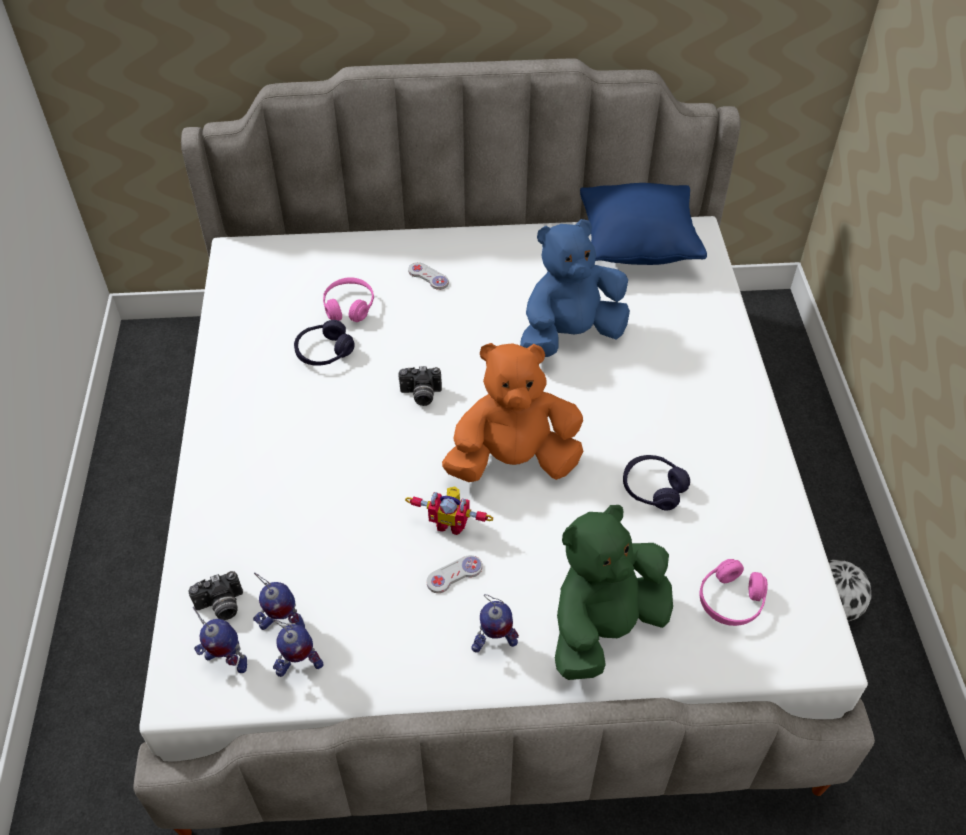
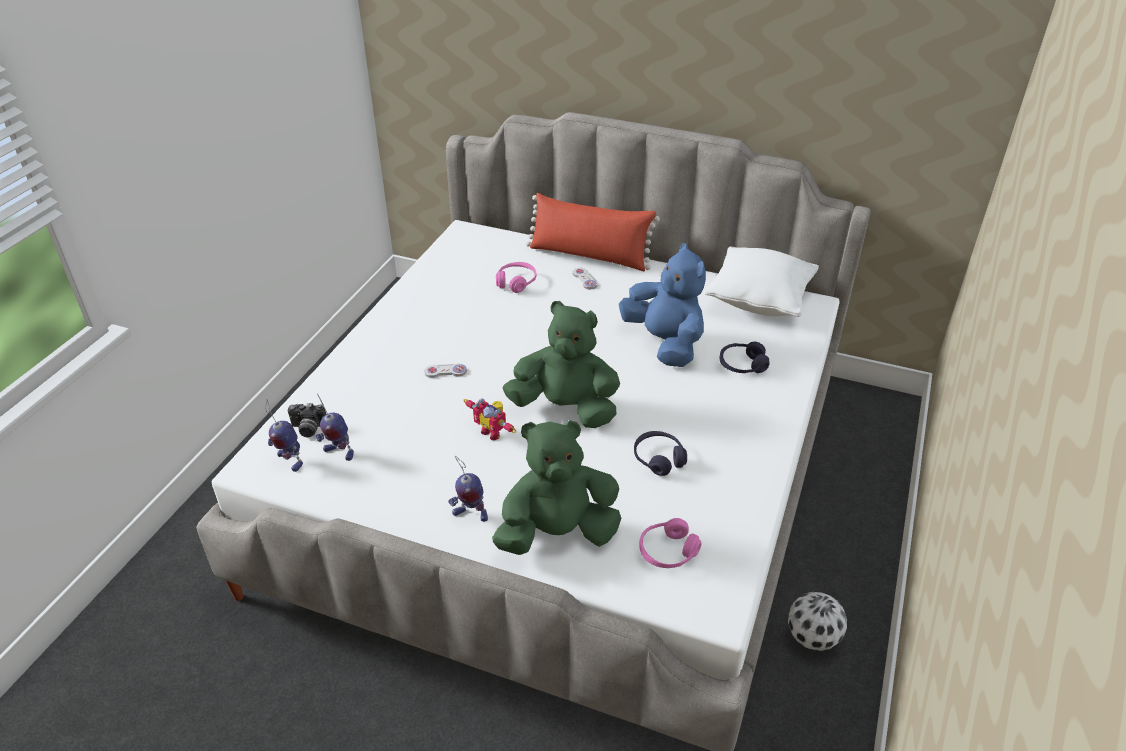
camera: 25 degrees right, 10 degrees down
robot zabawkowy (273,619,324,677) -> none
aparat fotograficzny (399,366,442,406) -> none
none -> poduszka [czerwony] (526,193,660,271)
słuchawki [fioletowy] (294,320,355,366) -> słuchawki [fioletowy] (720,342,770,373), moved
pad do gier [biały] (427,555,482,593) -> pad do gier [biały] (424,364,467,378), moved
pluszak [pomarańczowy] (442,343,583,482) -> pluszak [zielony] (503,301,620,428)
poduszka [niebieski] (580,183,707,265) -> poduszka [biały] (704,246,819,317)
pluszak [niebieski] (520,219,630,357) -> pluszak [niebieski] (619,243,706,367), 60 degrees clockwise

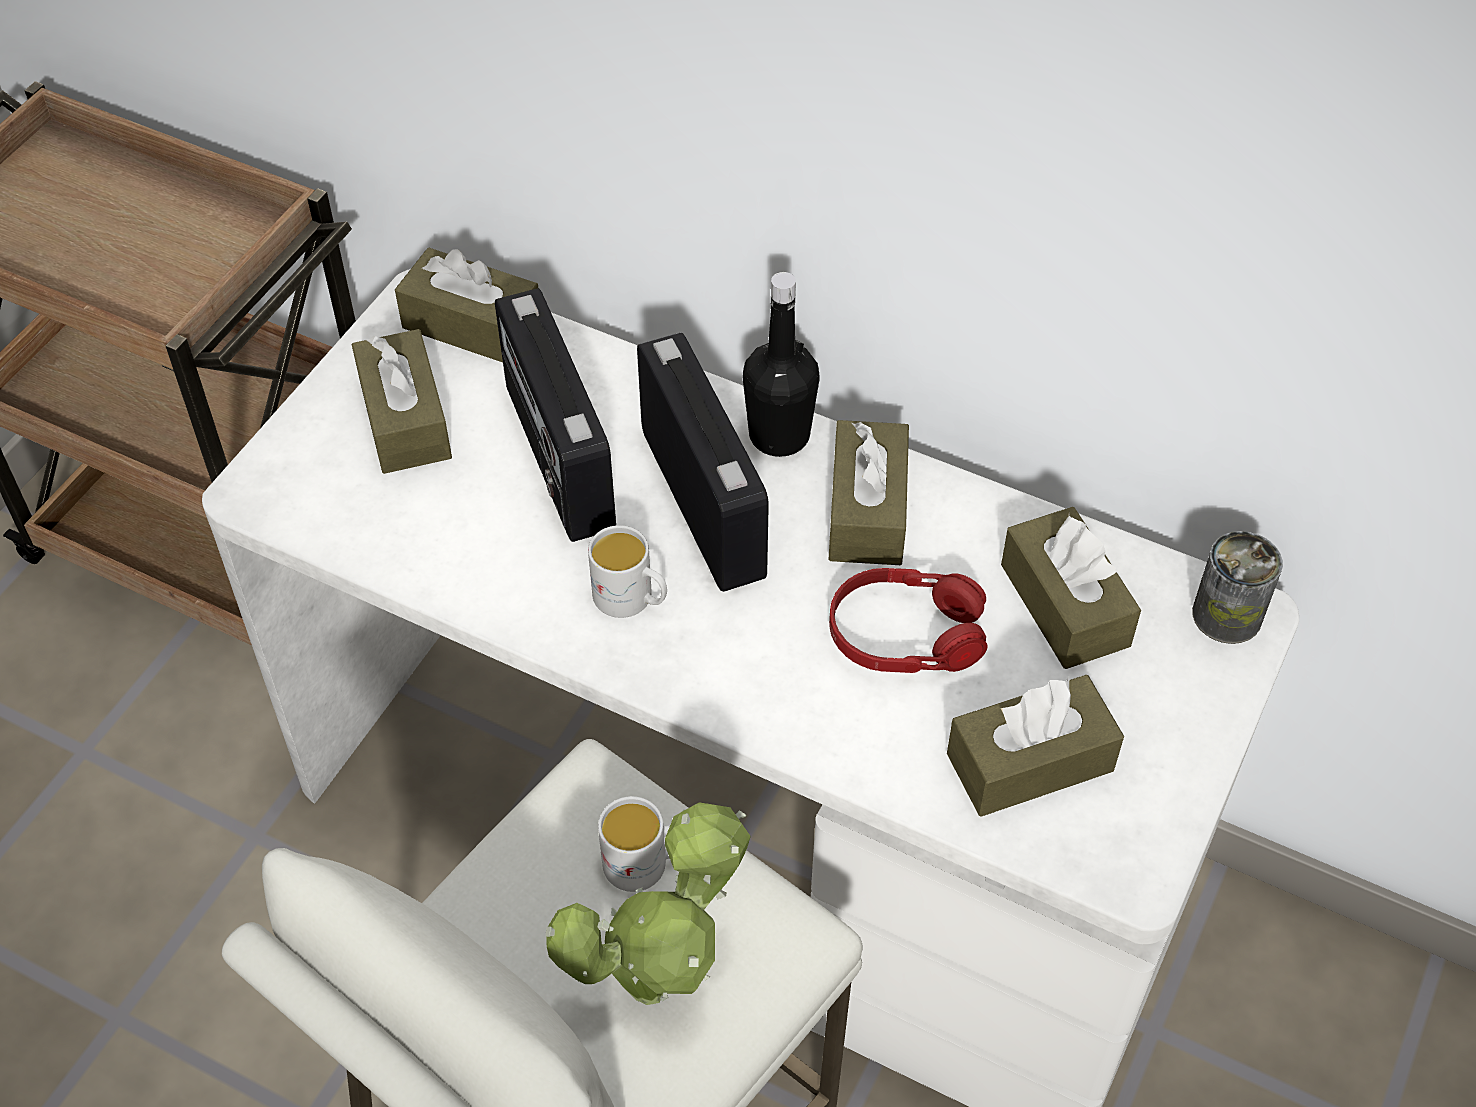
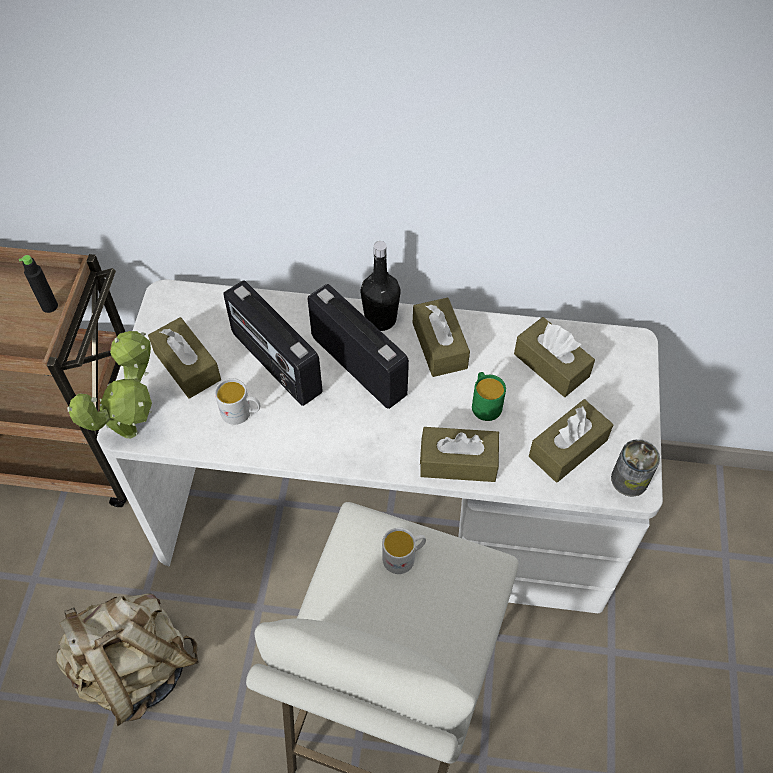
camera: 20 degrees left, 5 degrees up
none -> butelka [czarny] (19,255,58,313)
none -> plecak [beżowy] (56,593,198,727)
pudełko chusteczek [brązowy] (395,248,538,363) -> pudełko chusteczek [brązowy] (420,427,499,482), moved
roślina doniczkowa (545,802,751,1005) -> roślina doniczkowa (67,331,152,439), moved
kubek [biały] (588,525,667,618) -> kubek [biały] (215,378,260,425), moved
puszka (1192,531,1283,644) -> puszka (611,439,660,497), moved
słuchawki [czerwony] (829,568,988,673) -> kubek [zielony] (472,372,506,421)

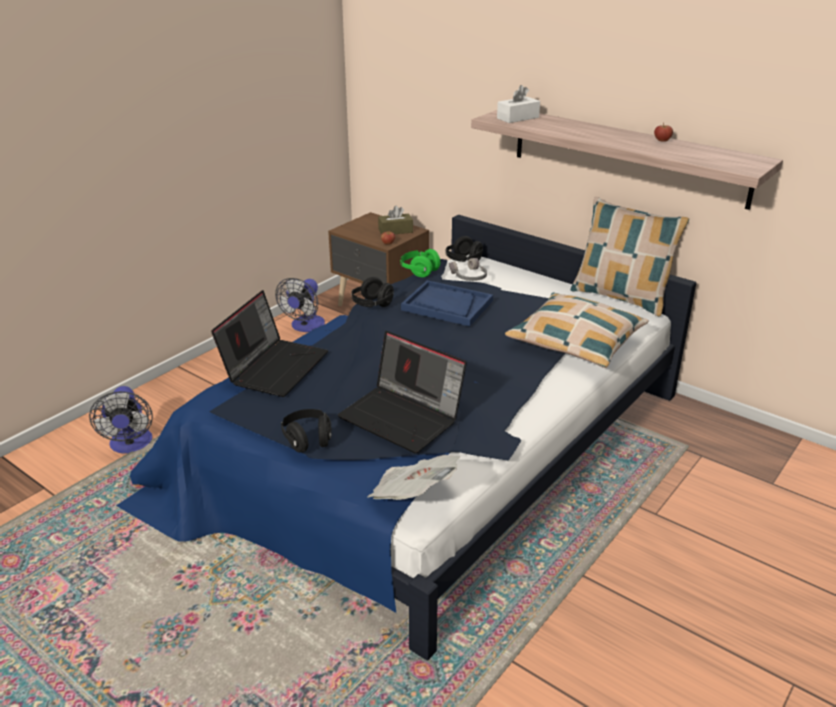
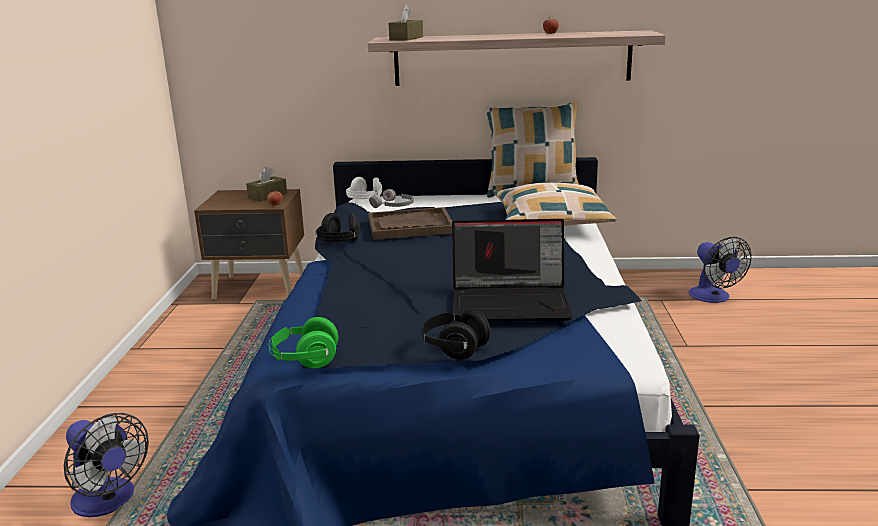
camera: 35 degrees left, 10 degrees down
laptop (211,290,328,397) -> none
gazeta (368,455,461,500) -> none
wentylator (275,278,325,332) -> wentylator (689,237,752,303), moved
słuchawki [zielony] (400,249,441,277) -> słuchawki [zielony] (269,317,339,369), moved
taca [niebieski] (401,280,493,327) -> taca [brązowy] (368,207,453,240)
słuchawki [czarny] (446,236,483,262) -> słuchawki [biały] (346,177,382,199)
pudełko chusteczek [biały] (497,85,540,123) -> pudełko chusteczek [brązowy] (389,4,423,41)

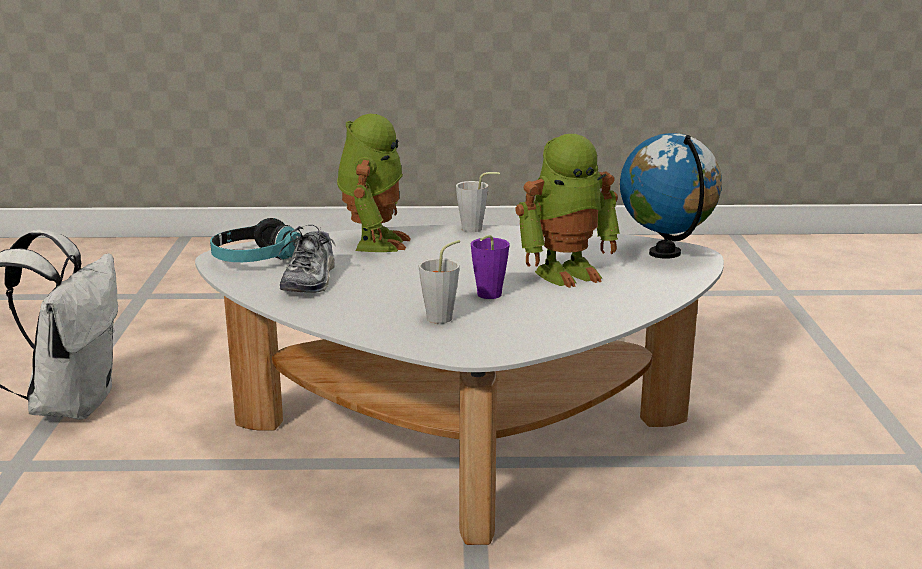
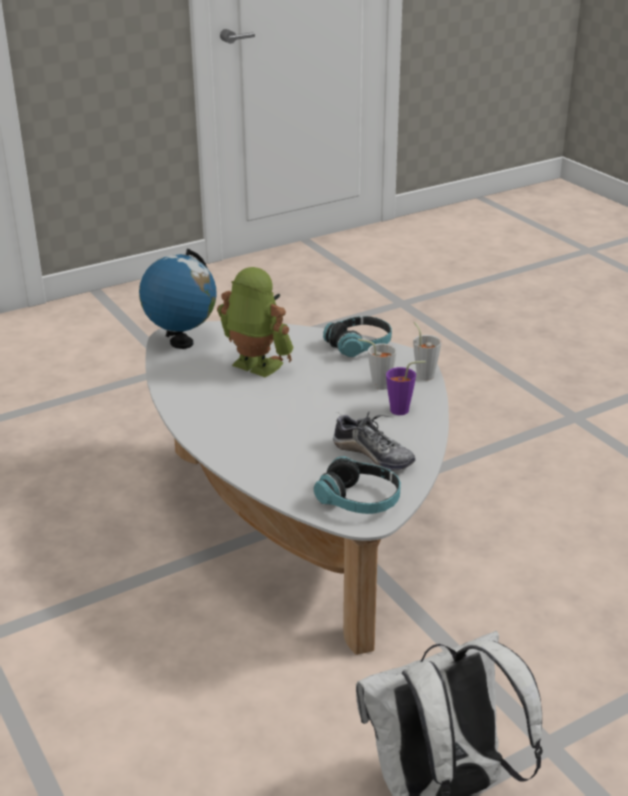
camera: 120 degrees left, 10 degrees up
robot zabawkowy (337,114,411,252) -> none
none -> słuchawki (323,316,392,357)
filiżanka [szary] (456,172,500,232) -> filiżanka [szary] (413,321,442,381), moved
filiżanka [fioletowy] (471,235,510,299) -> filiżanka [fioletowy] (386,361,426,415), moved
but (279,225,336,293) -> but (333,412,415,471), 60 degrees clockwise

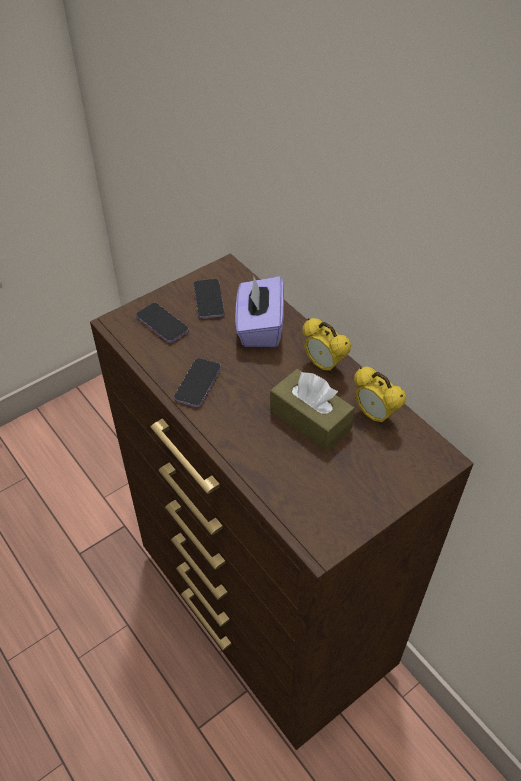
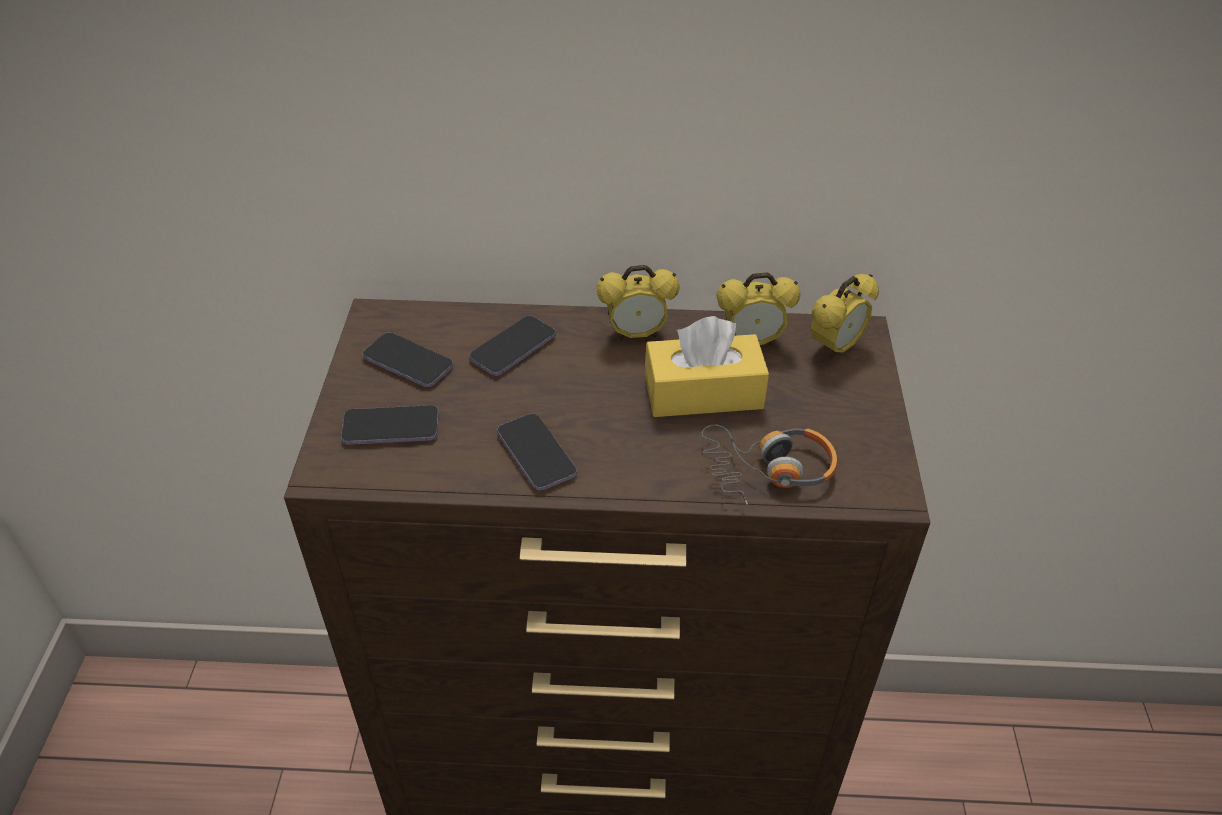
camera: 50 degrees left, 5 degrees down
none -> słuchawki (701,425,837,505)
none -> budzik (810,274,879,360)
pudełko chusteczek [fioletowy] (236,276,284,347) -> telefon (469,315,556,376)
pudełko chusteczek [brązowy] (270,369,355,451) -> pudełko chusteczek [żółty] (645,316,769,417)

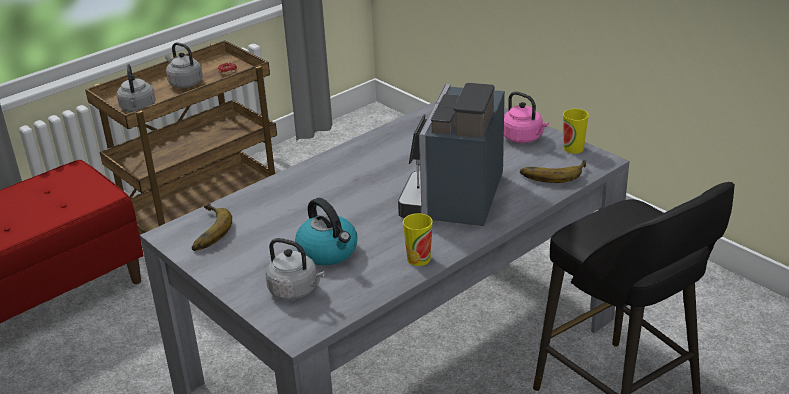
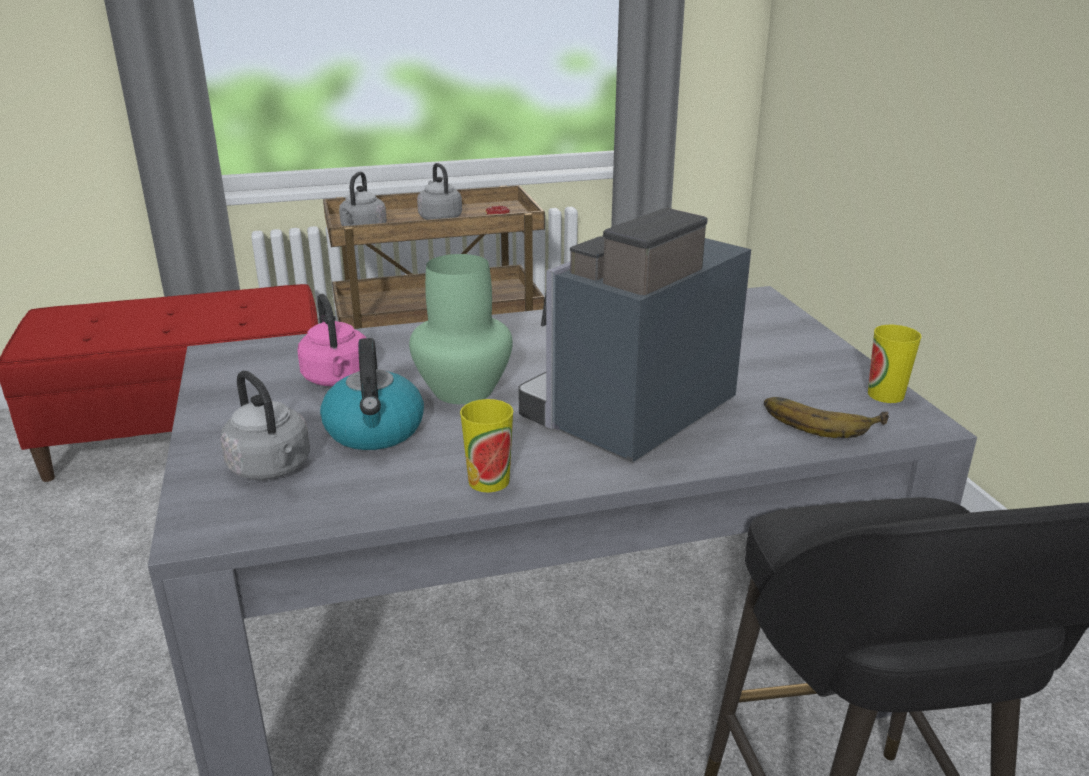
camera: 25 degrees right, 5 degrees down
banan (192,203,232,251) -> none
none -> wazon [zielony] (409,254,513,404)
czajnik [różowy] (504,92,549,143) -> czajnik [różowy] (298,294,366,386), moved

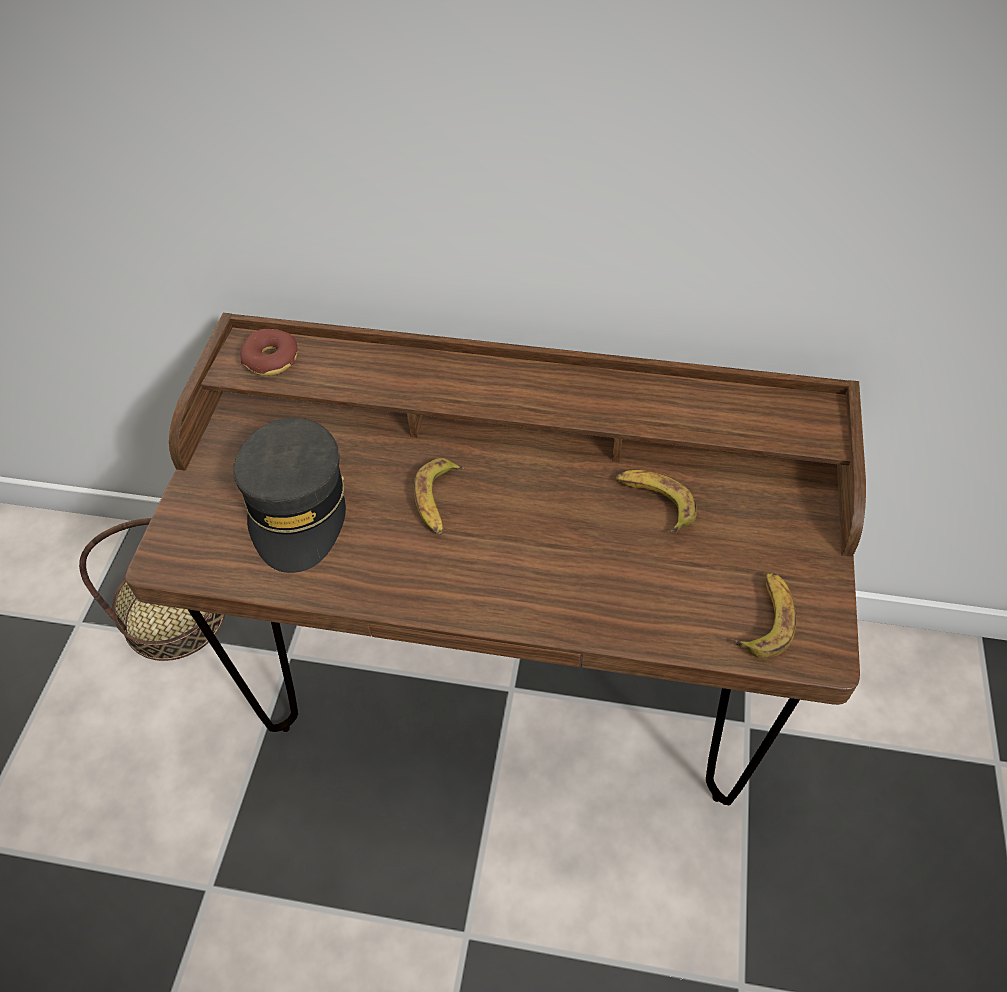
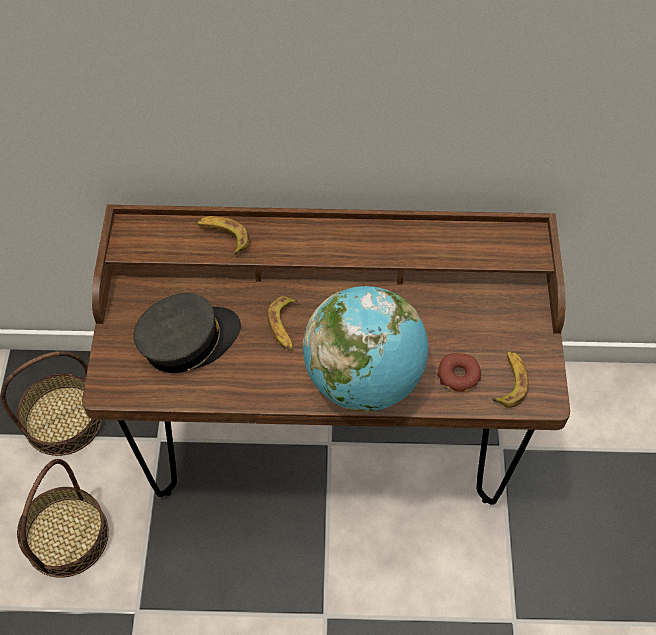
camera: 10 degrees left, 5 degrees up
none -> koszyk (17,459,109,578)
none -> globus (303,286,428,412)
donut (240,329,297,376) -> donut (437,353,481,392), moved
banan (616,470,697,532) -> banan (197,216,250,255), moved
czapka z daszkiem [szary] (233,418,346,573) -> czapka z daszkiem [szary] (133,293,241,373), 105 degrees counterclockwise

